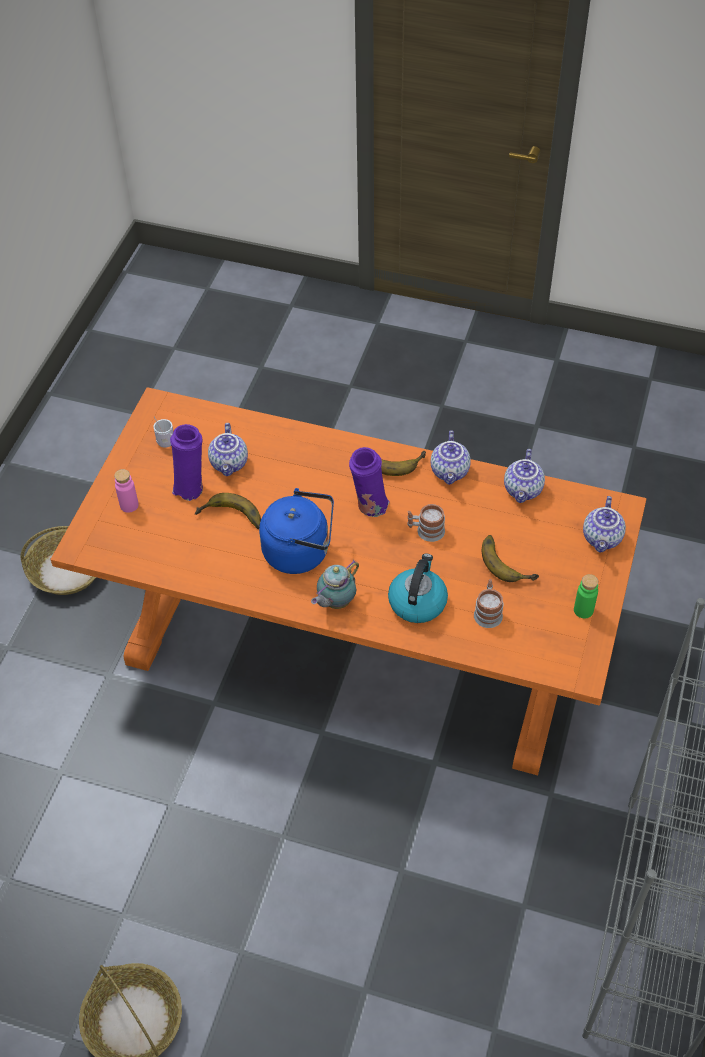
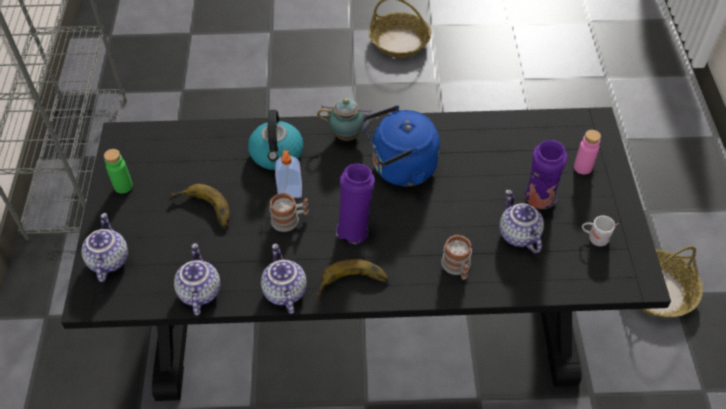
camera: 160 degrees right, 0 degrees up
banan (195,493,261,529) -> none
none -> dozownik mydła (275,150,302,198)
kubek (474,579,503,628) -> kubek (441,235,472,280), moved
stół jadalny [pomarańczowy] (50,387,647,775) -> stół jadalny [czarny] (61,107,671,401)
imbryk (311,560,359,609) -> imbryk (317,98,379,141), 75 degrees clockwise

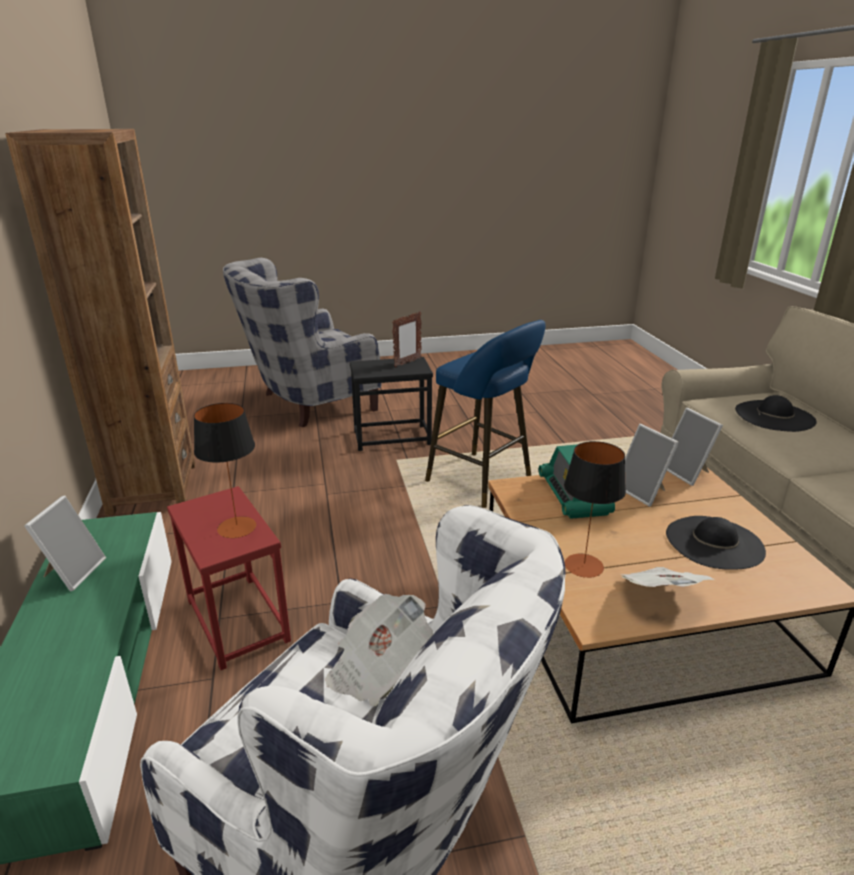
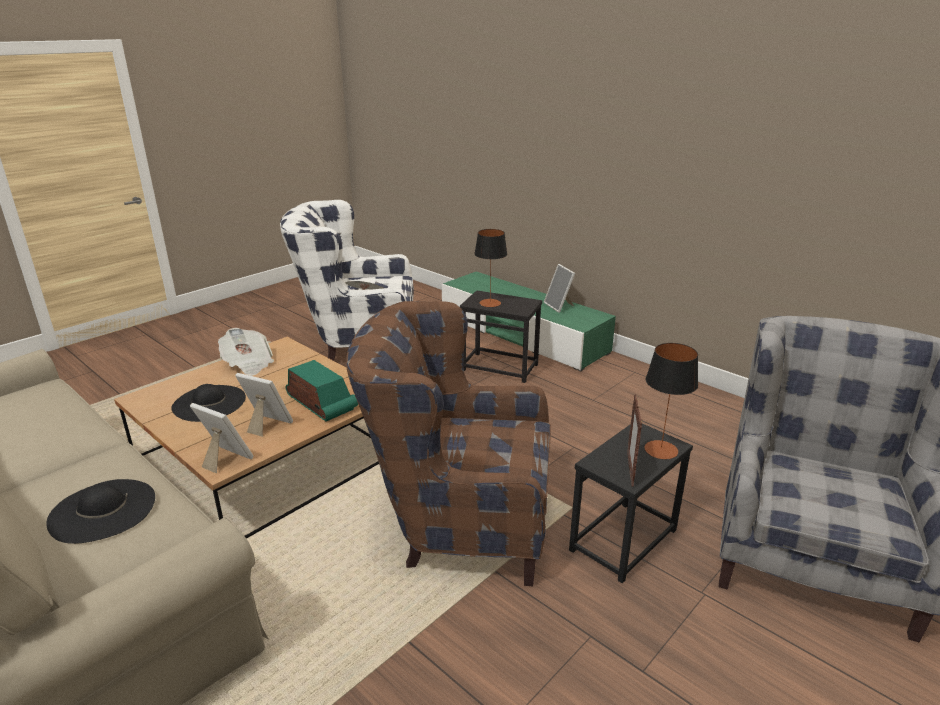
camera: 145 degrees right, 0 degrees up
regał [brązowy] (5,129,195,516) -> none
lampa stołowa (564,441,626,578) -> lampa stołowa (644,343,698,459), moved
stołek [niebieski] (425,320,546,508) -> fotel [brązowy] (346,301,551,587)
stolik [czerwony] (167,486,291,670) -> stolik [czarny] (460,290,542,383)

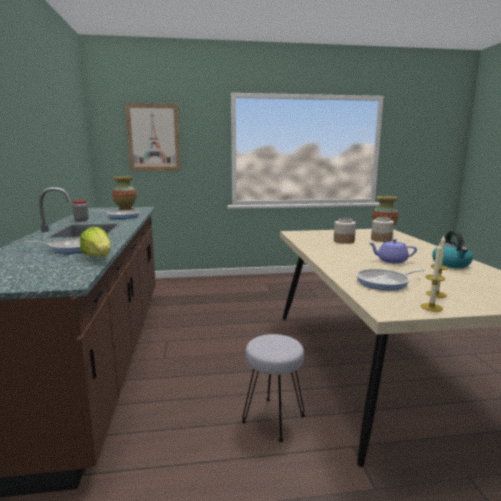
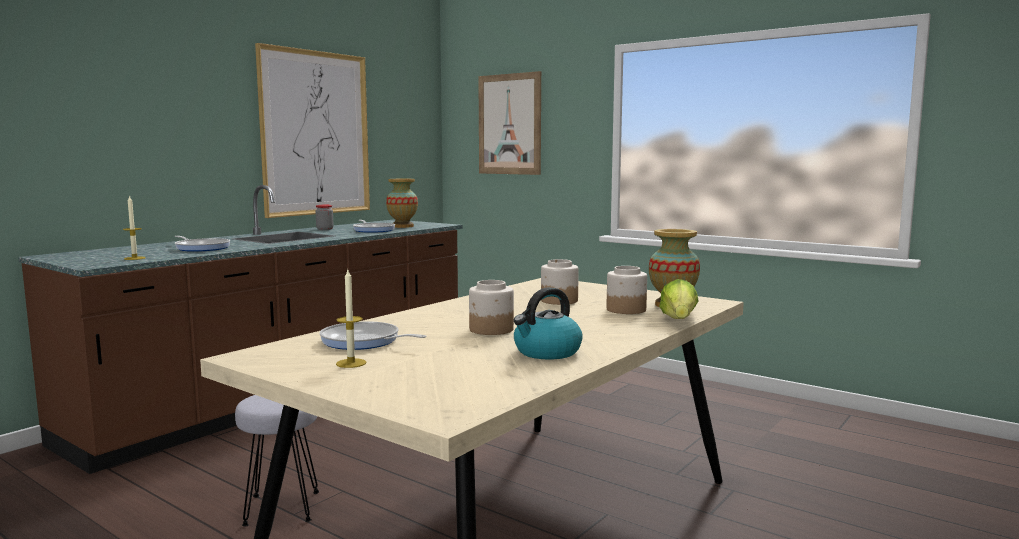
camera: 45 degrees right, 5 degrees down
none -> obraz (255,43,370,218)
sałata (80,227,111,257) -> sałata (659,279,699,319), moved
świeca (421,244,445,312) -> świeca (123,195,146,260), moved
imbryk [fioletowy] (369,239,417,264) -> słoik (469,280,514,335)

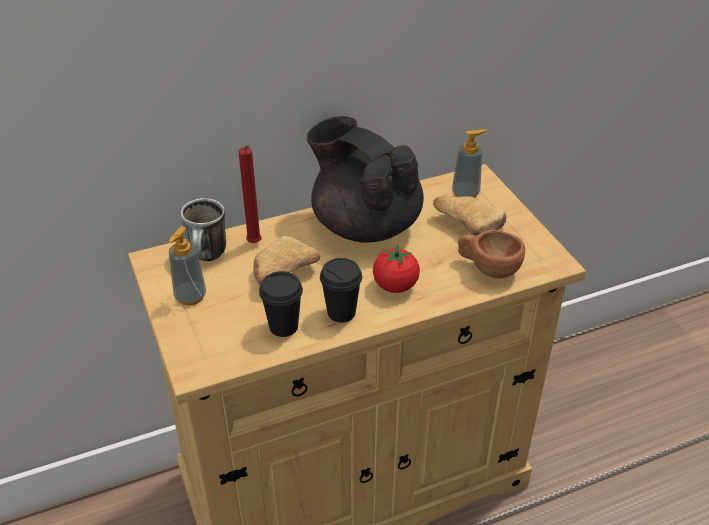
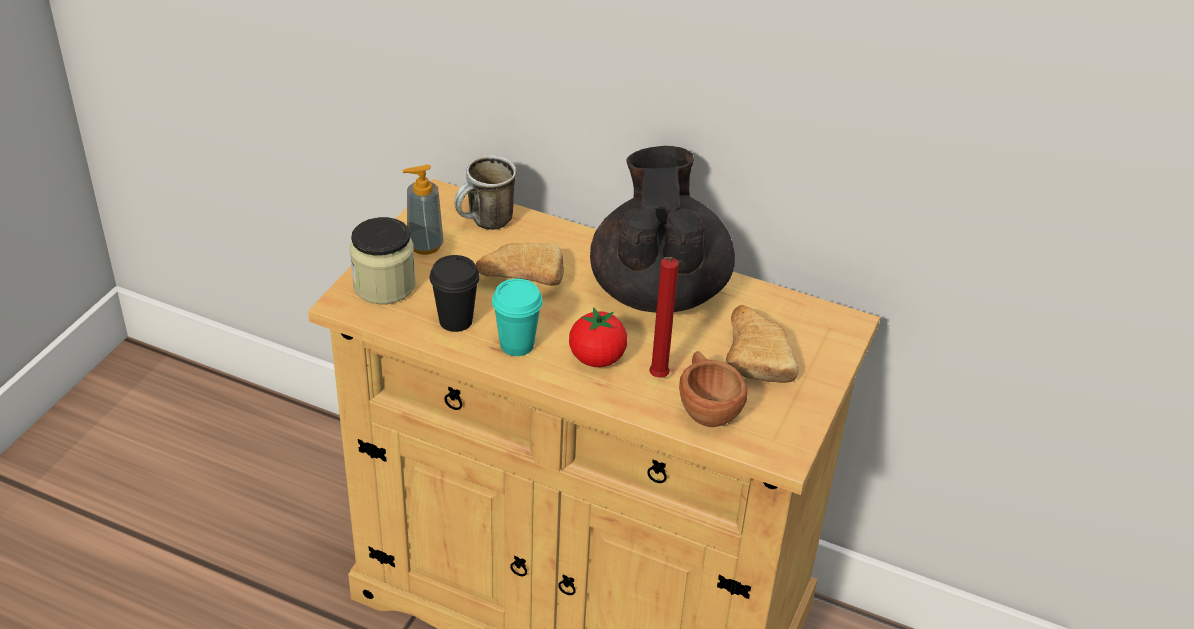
camera: 45 degrees right, 0 degrees up
dozownik mydła (452,129,487,198) -> none
none -> słoik (350,217,416,304)
świeca [czerwony] (239,145,262,243) -> świeca [czerwony] (649,257,679,378), moved
filiżanka [czarny] (320,258,362,323) -> filiżanka [turkusowy] (492,279,543,356)

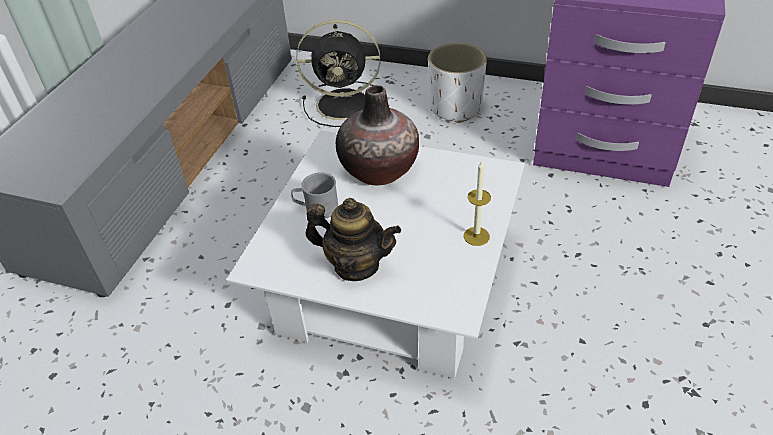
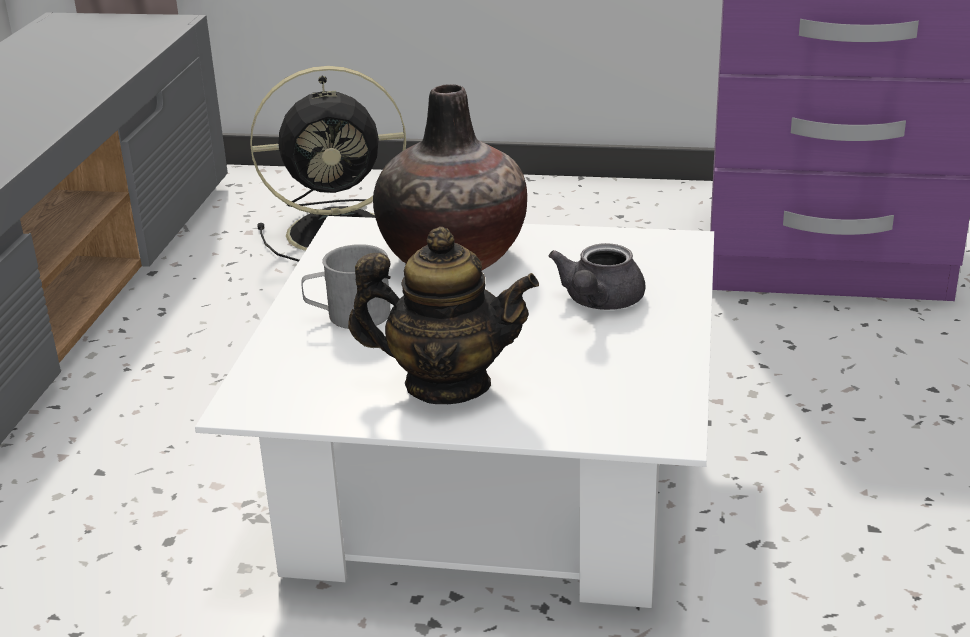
camera: 10 degrees left, 15 degrees down
donica [biały] (428,43,487,123) -> none
świeca (464,160,491,246) -> none
none -> imbryk [szary] (549,243,645,310)

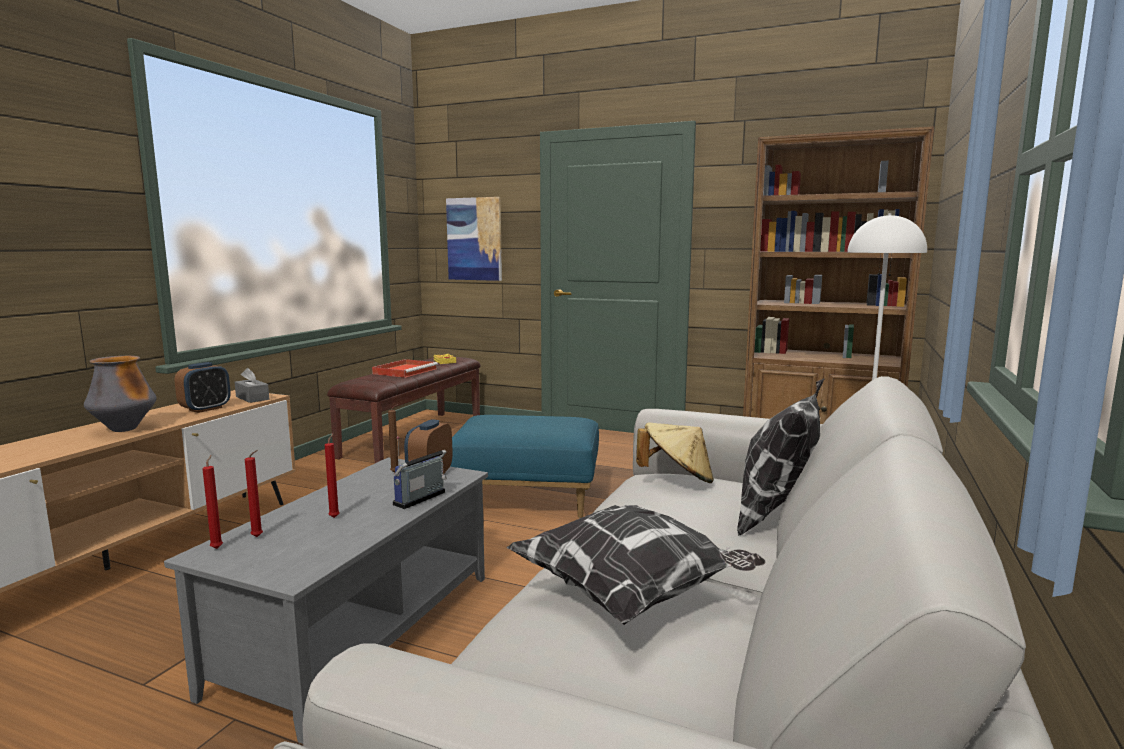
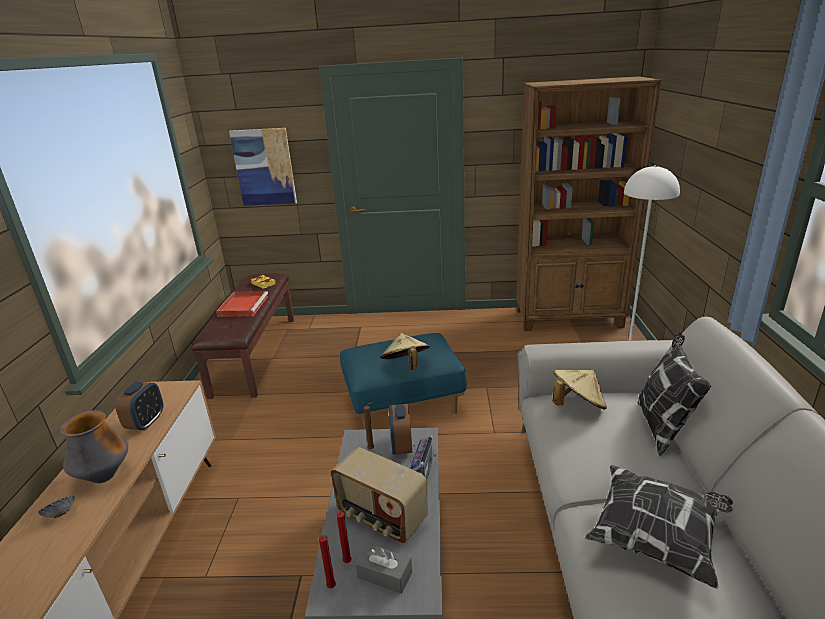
camera: 20 degrees left, 15 degrees up
none -> miska (38,496,75,518)
none -> kapelusz [beżowy] (381,333,430,370)
pudełko chusteczek [szary] (235,368,269,403) -> pudełko chusteczek [szary] (355,543,412,594), moved
świeca [czerwony] (325,433,340,518) -> radio (331,447,428,543)

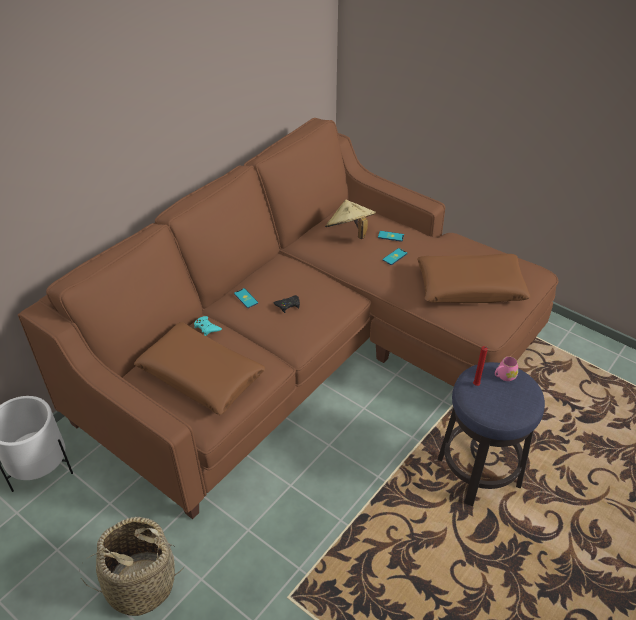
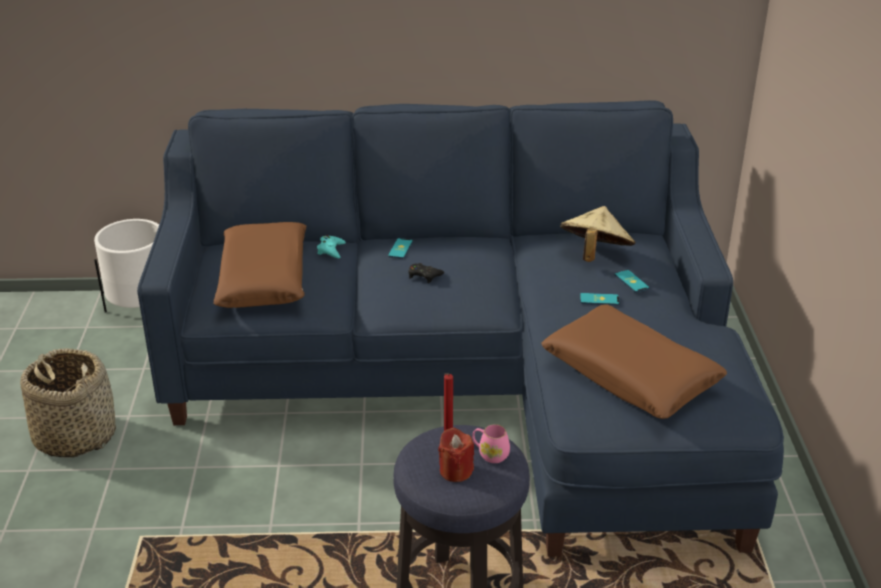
camera: 50 degrees right, 10 degrees down
none -> świeca [czerwony] (438,428,474,482)
kanapa [brązowy] (18,118,559,519) -> kanapa [niebieski] (137,100,784,557)

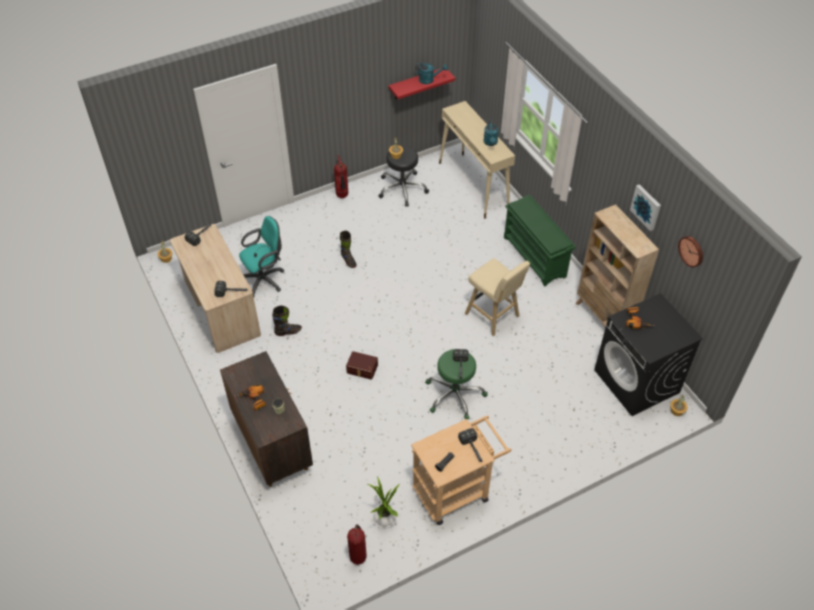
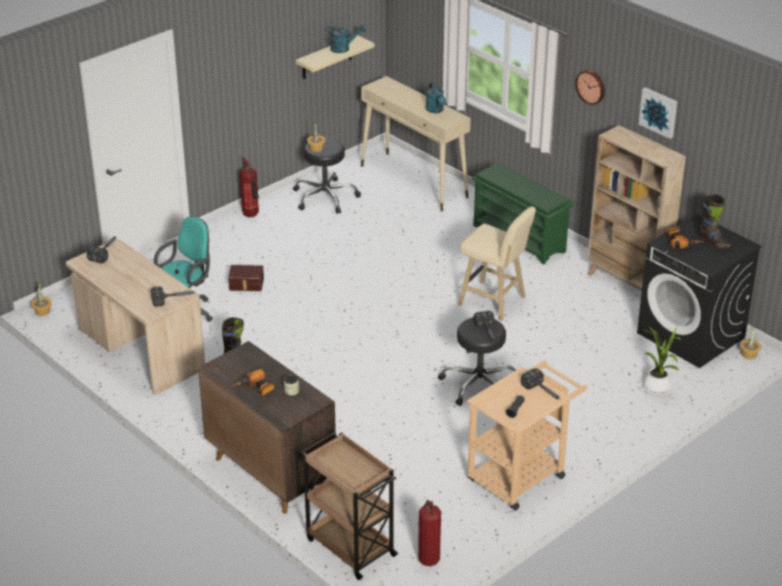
camera: 15 degrees left, 15 degrees down
none -> wózek [brązowy] (301,432,398,580)
but z cholewką [czarny] (340,230,357,268) -> but z cholewką [czarny] (699,194,731,248), moved
pojemnik do przechowywania [brązowy] (346,351,378,380) -> pojemnik do przechowywania [brązowy] (228,265,264,291), moved
roślina doniczkowa (366,477,399,528) -> roślina doniczkowa (643,327,682,396), moved
zegar ścienny (678,236,703,267) -> zegar ścienny (575,70,605,105), moved
półka [czerwony] (389,68,455,99) -> półka [beżowy] (296,35,375,79)
stołek [zielony] (425,349,488,419) -> stołek [czarny] (438,317,516,406)

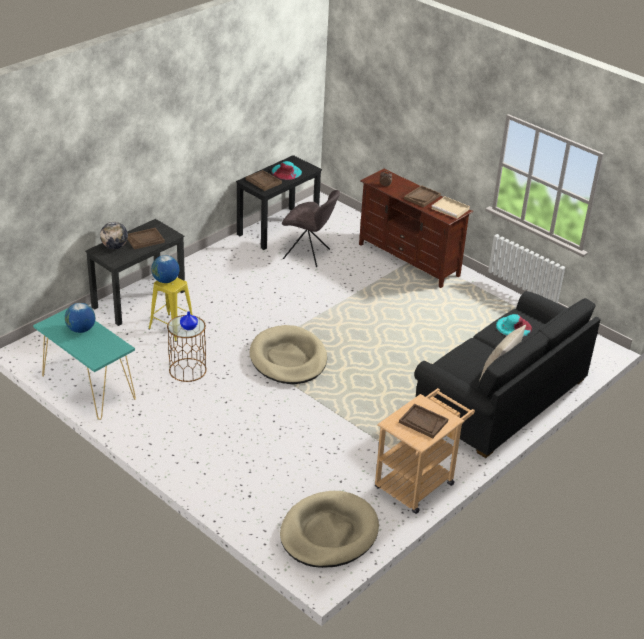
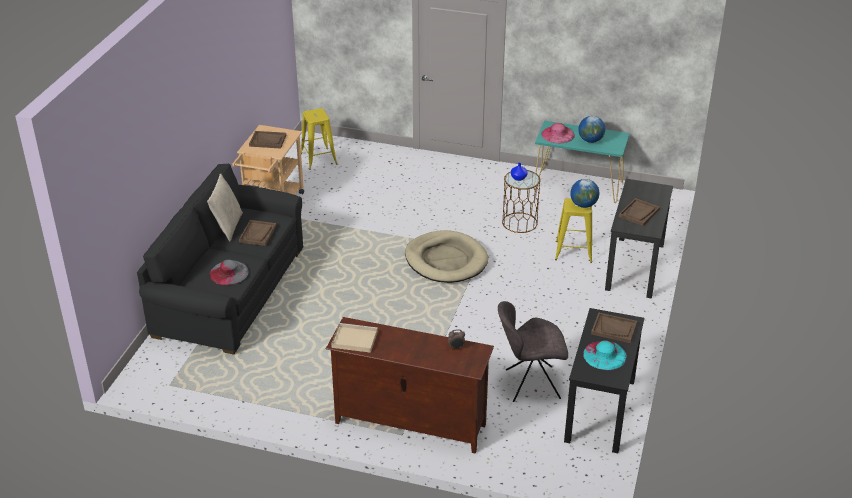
camera: 155 degrees right, 0 degrees up
globus (100,222,128,249) -> none
none -> kapelusz [różowy] (541,123,575,143)
taca [brązowy] (404,185,441,207) -> taca [brązowy] (239,220,276,246), moved
legowisko [beżowy] (280,491,379,568) -> stołek [żółty] (301,108,338,170)
kapelusz [turkusowy] (496,314,532,337) -> kapelusz [szary] (209,260,249,285)

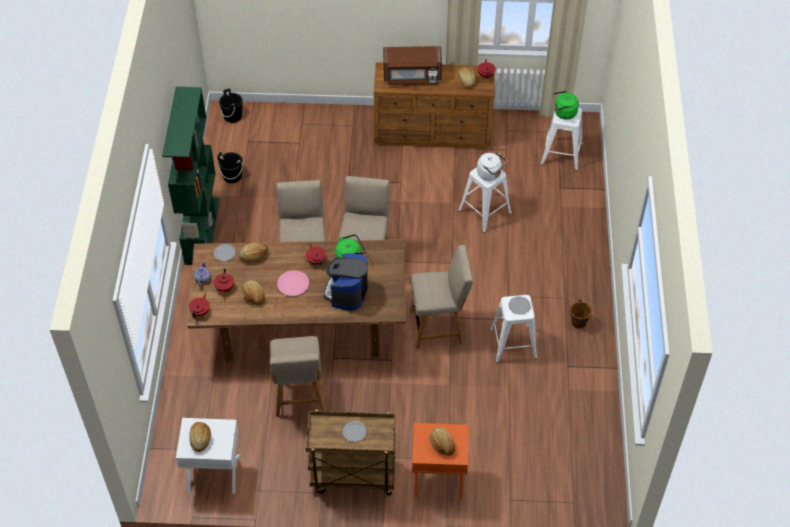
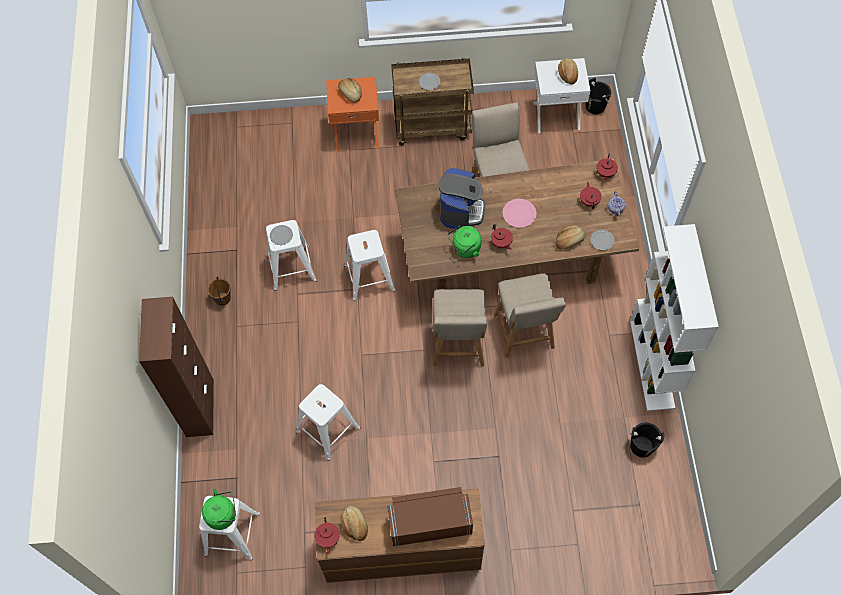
camera: 175 degrees right, 10 degrees up
chleb (242,280,265,305) -> none
czajnik [biały] (477,153,507,181) -> none
none -> szafka [brązowy] (139,297,214,437)
wiadro [czarny] (219,89,243,123) -> wiadro [czarny] (585,78,611,114), moved
krzesło [beżowy] (410,245,473,349) -> stołek [biały] (344,230,396,301)
regał [zielony] (162,87,220,265) -> regał [biały] (630,224,719,411)

